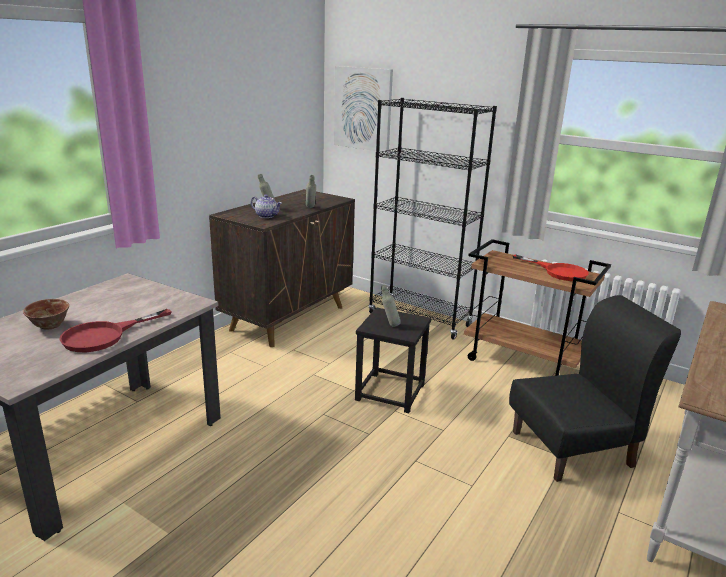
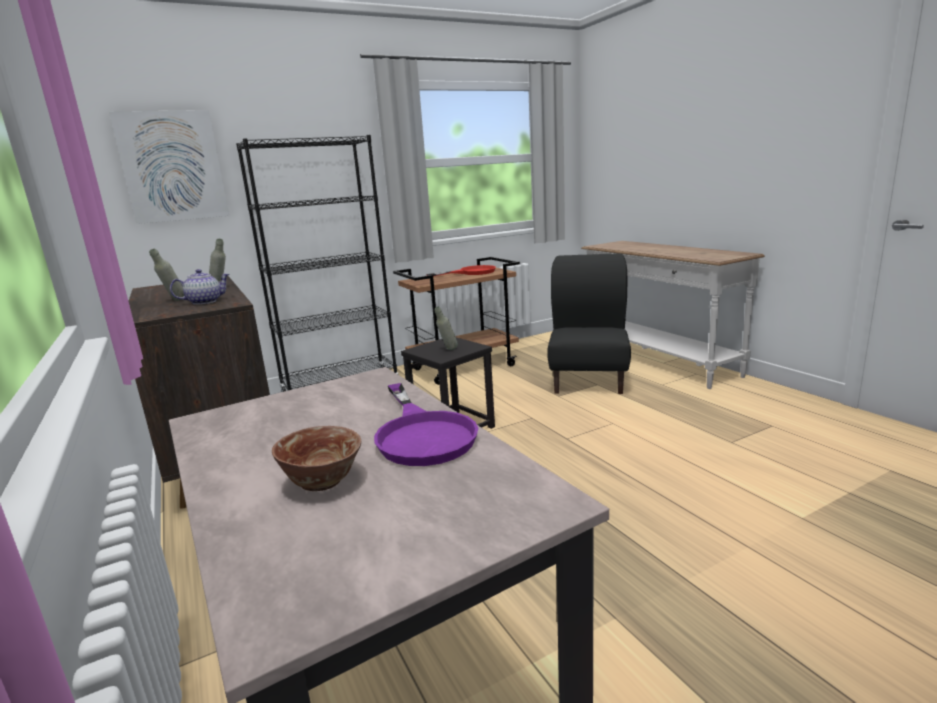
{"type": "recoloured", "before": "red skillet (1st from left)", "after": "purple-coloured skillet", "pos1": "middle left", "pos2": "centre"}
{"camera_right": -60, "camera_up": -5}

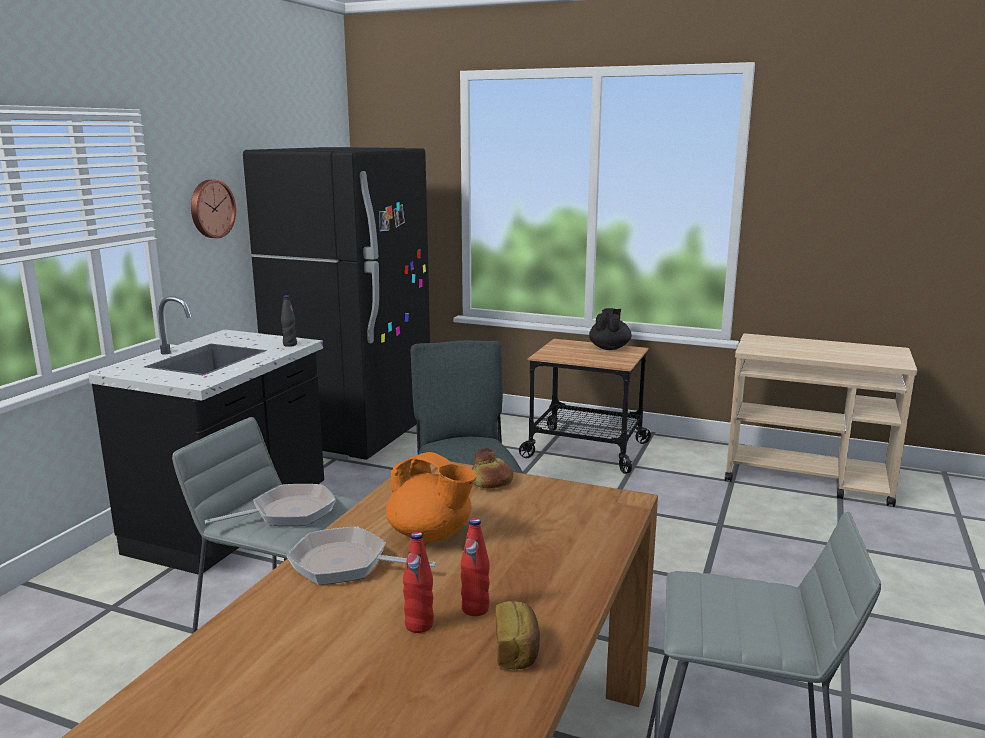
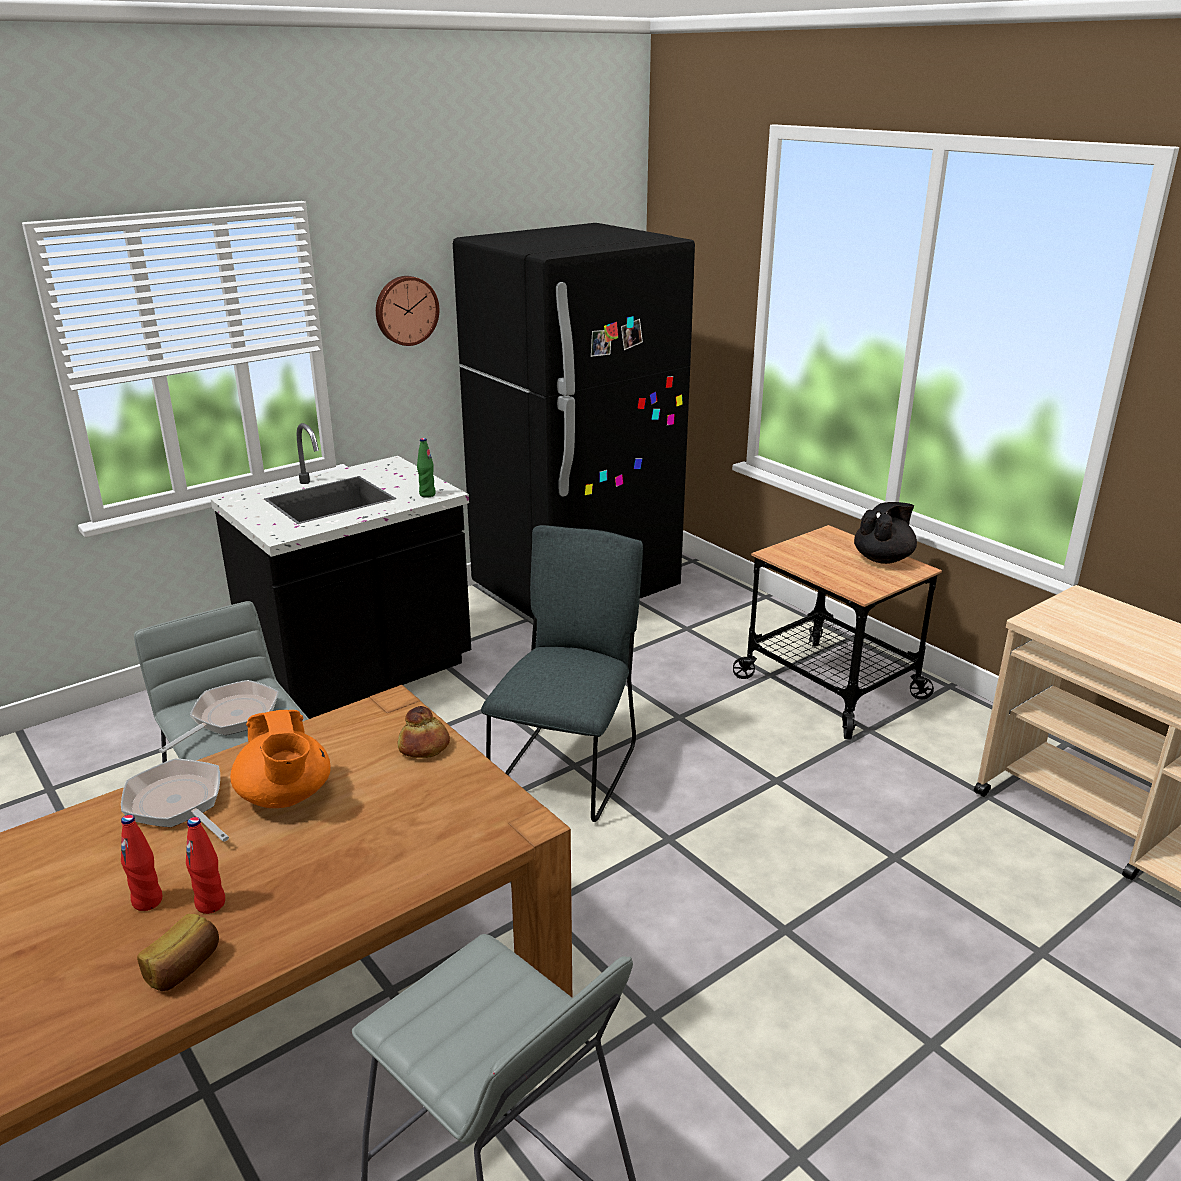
{"type": "recoloured", "before": "black-coloured drink bottle", "after": "green drink bottle", "pos1": "middle left", "pos2": "centre"}
{"type": "turned", "before": "skillet (1st from left in the first image)", "pos1": "bottom left", "pos2": "middle left", "turn": -60}
{"camera_right": 30, "camera_up": 10}

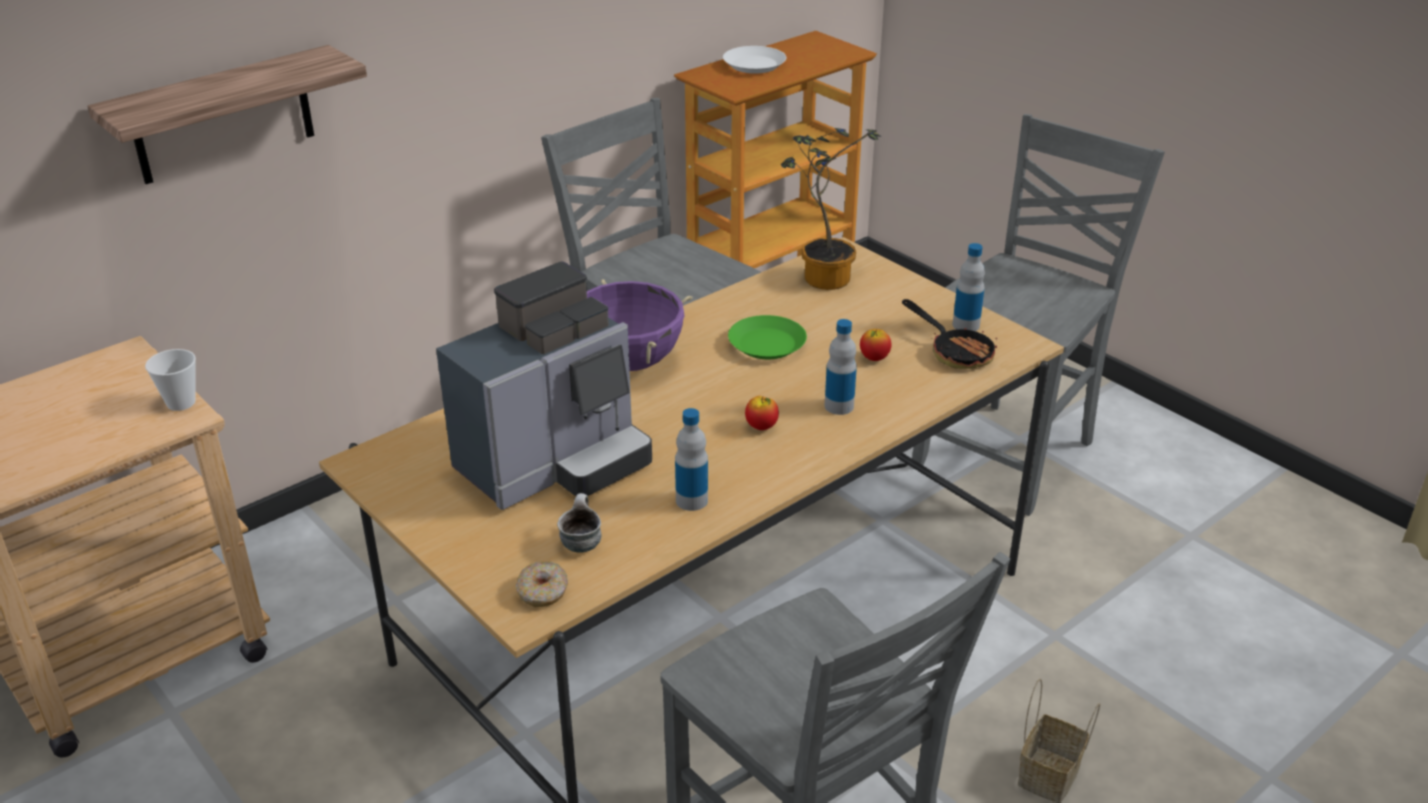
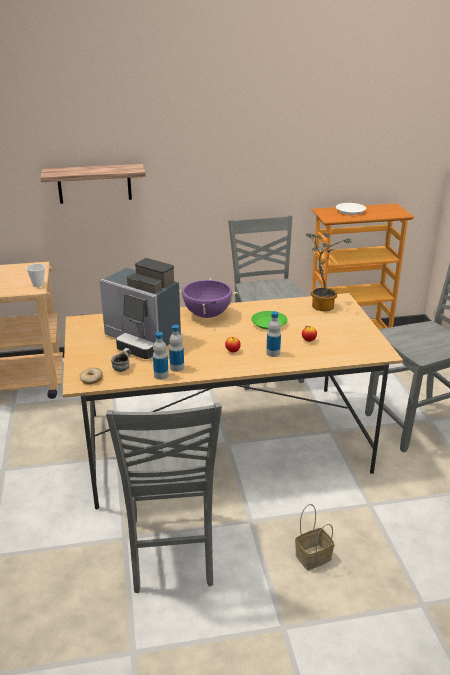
{"type": "moved", "before": "drink bottle (3rd from left in the first image)", "after": "drink bottle (1st from left)", "pos1": "middle right", "pos2": "centre"}
{"type": "turned", "before": "coffee brewer", "pos1": "centre", "pos2": "middle left", "turn": 45}
{"type": "removed", "before": "skillet", "pos1": "centre"}
{"camera_right": 30, "camera_up": -5}

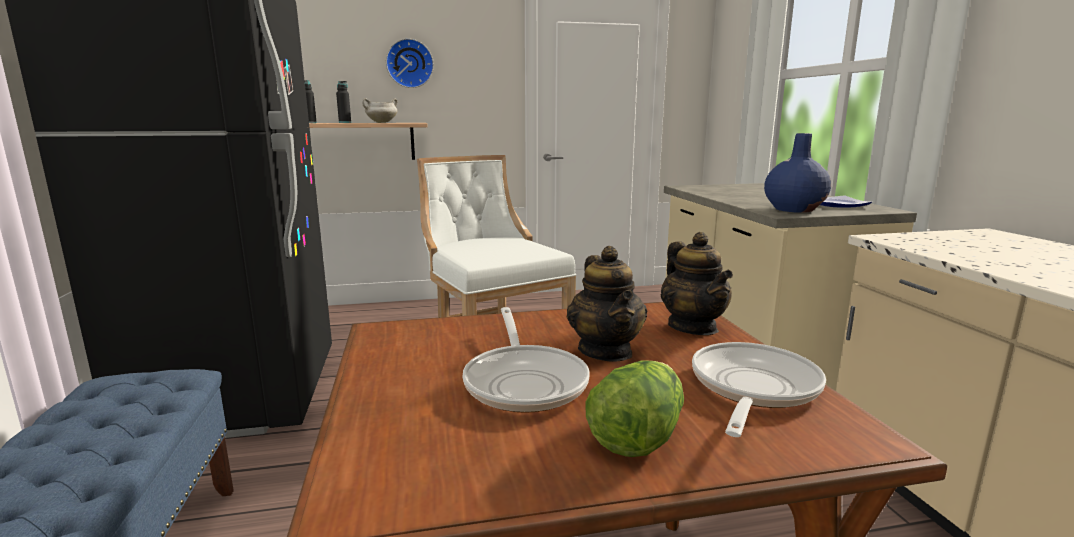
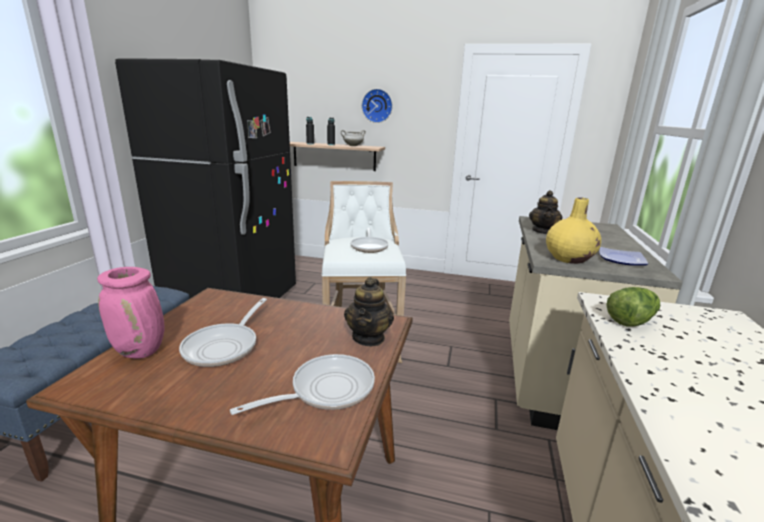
{"type": "recoloured", "before": "blue-coloured flower vase", "after": "yellow flower vase", "pos1": "top right", "pos2": "middle right"}
{"type": "moved", "before": "teapot (1st from left in the first image)", "after": "teapot (2nd from left)", "pos1": "centre", "pos2": "middle right"}
{"type": "moved", "before": "lettuce", "pos1": "bottom centre", "pos2": "middle right"}
{"type": "added", "after": "skillet (3rd from left)", "pos2": "centre"}
{"type": "added", "after": "pink-coloured flower vase", "pos2": "middle left"}
{"camera_right": 25, "camera_up": 5}

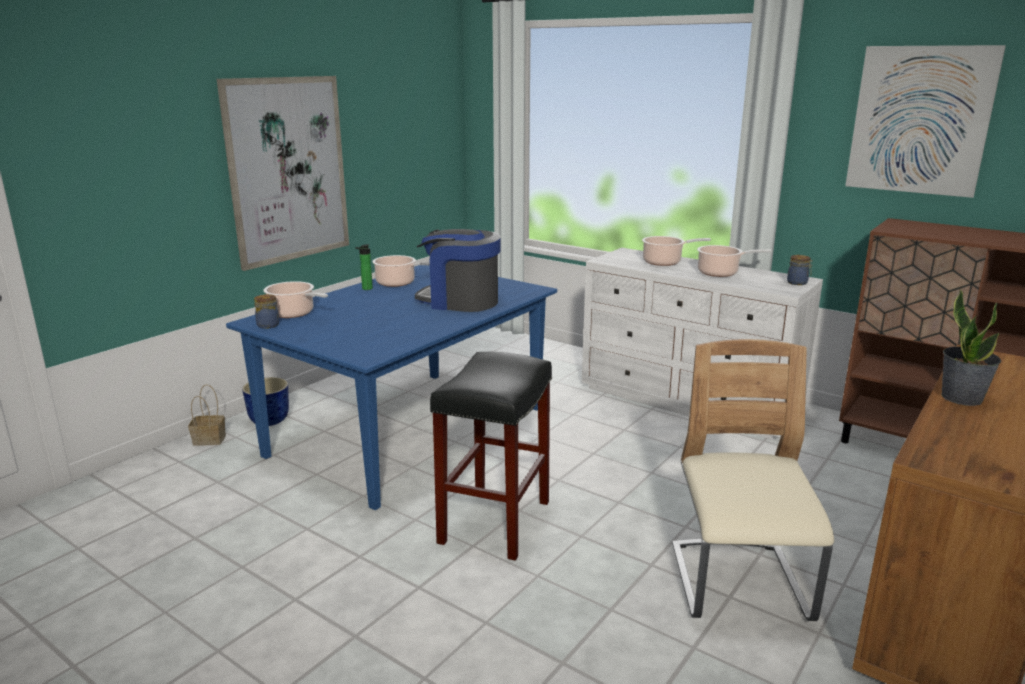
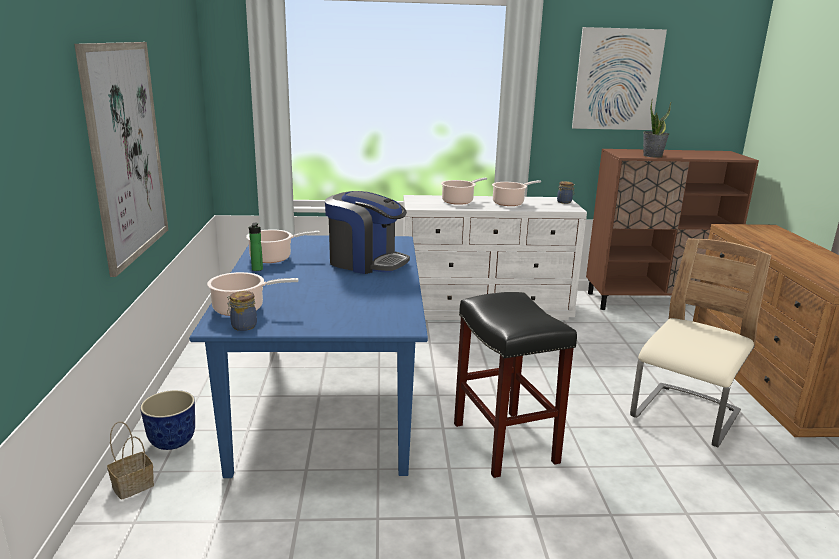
{"type": "turned", "before": "coffee brewer", "pos1": "centre", "pos2": "centre", "turn": -135}
{"type": "moved", "before": "houseplant", "pos1": "middle right", "pos2": "top right"}
{"type": "turned", "before": "beige plain chair", "pos1": "bottom right", "pos2": "middle right", "turn": 75}
{"camera_right": -40, "camera_up": 0}

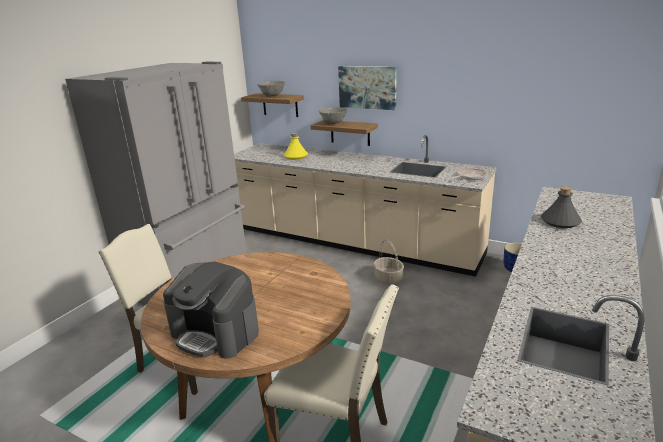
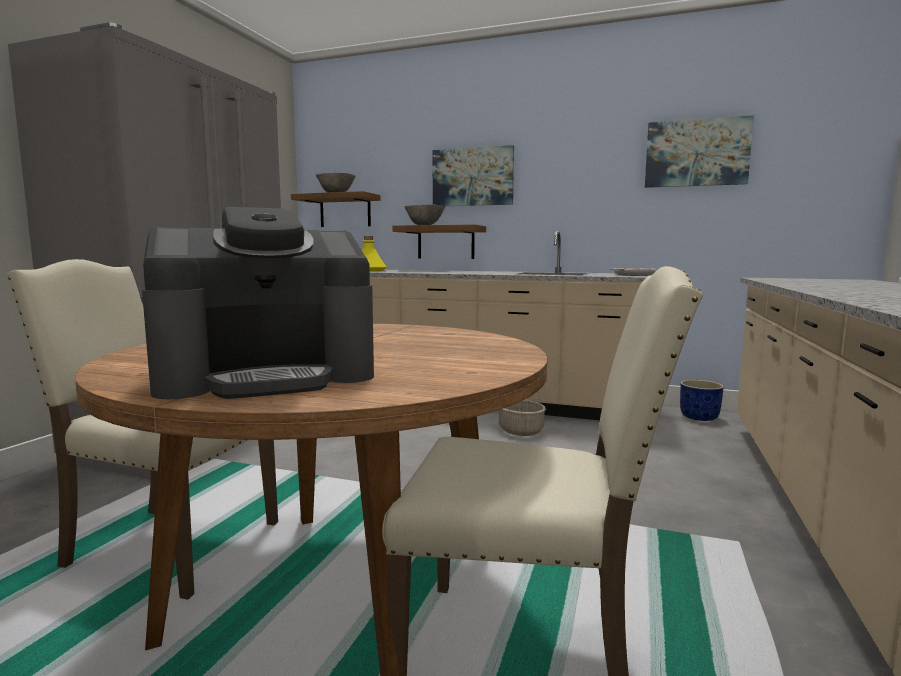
{"type": "removed", "before": "gray drink bottle", "pos1": "middle right"}
{"type": "turned", "before": "coffee brewer", "pos1": "bottom left", "pos2": "middle left", "turn": -45}
{"type": "added", "after": "wall picture (2nd from left)", "pos2": "top right"}
{"camera_right": -10, "camera_up": -15}

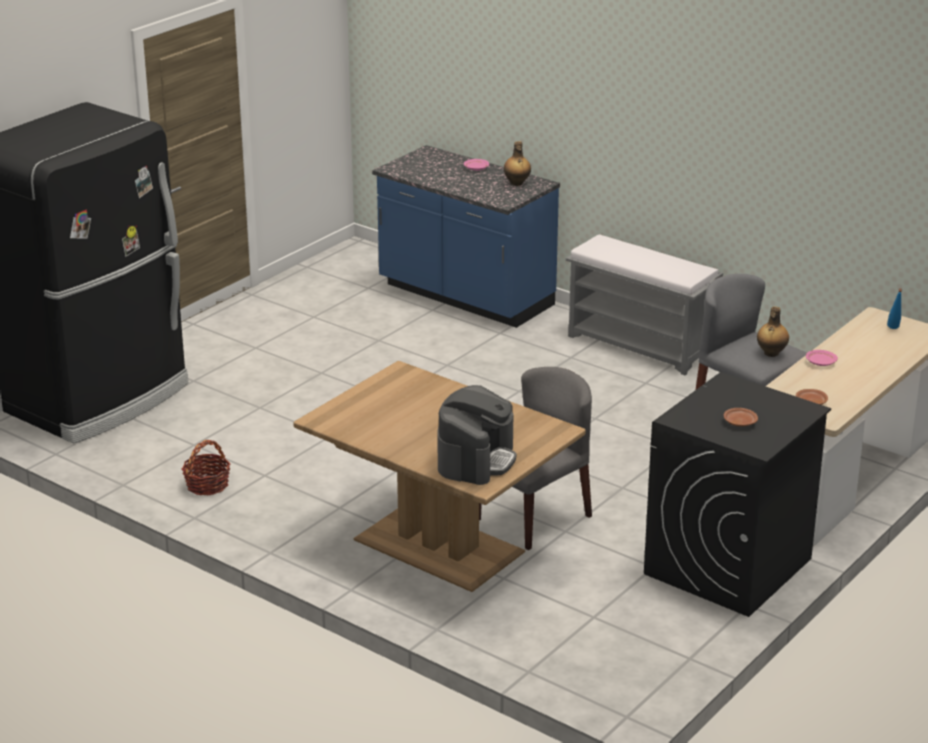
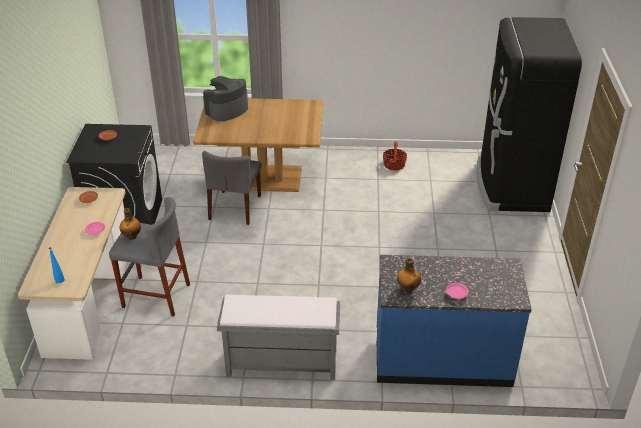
{"type": "turned", "before": "coffee brewer", "pos1": "centre", "pos2": "top centre", "turn": 60}
{"camera_right": 145, "camera_up": 10}

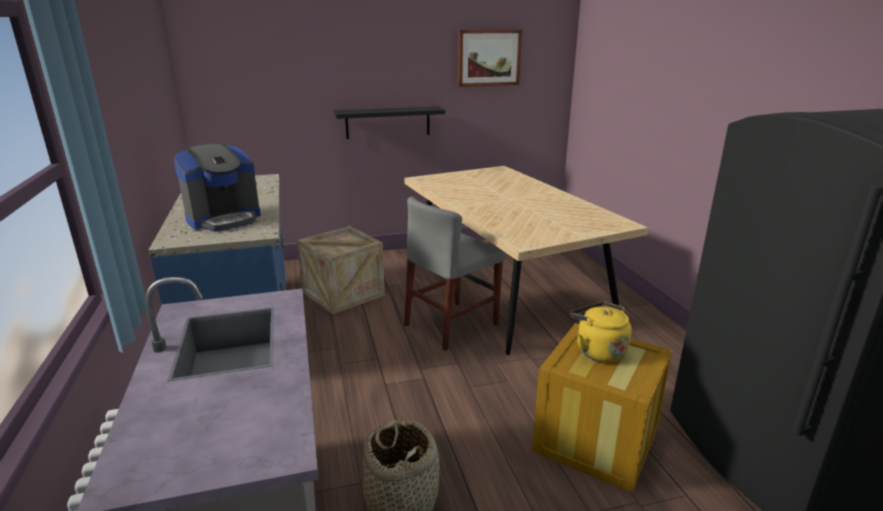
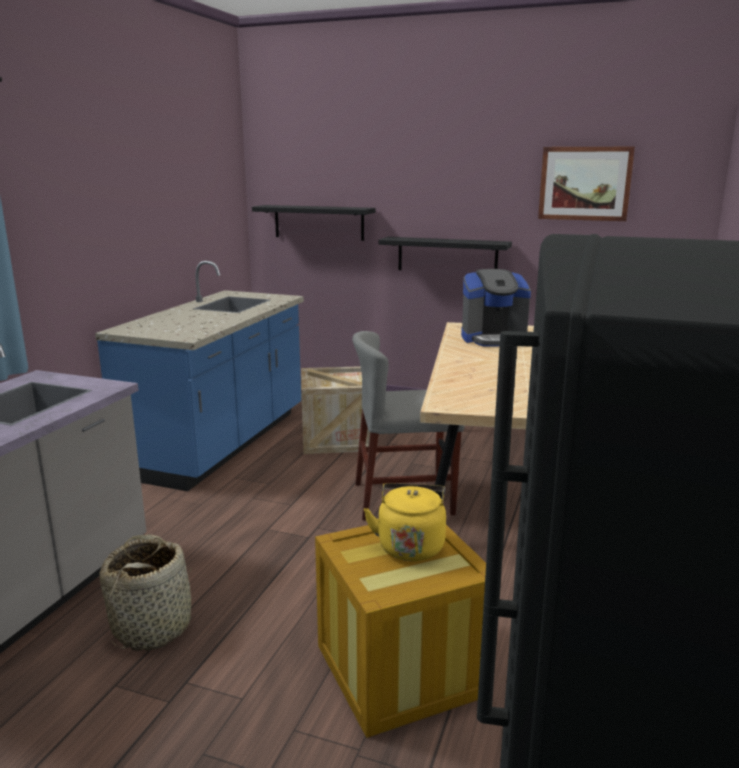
{"type": "moved", "before": "coffee brewer", "pos1": "middle left", "pos2": "middle right"}
{"type": "added", "after": "black-coloured bracket shelf (1st from left)", "pos2": "top centre"}
{"camera_right": 35, "camera_up": -5}

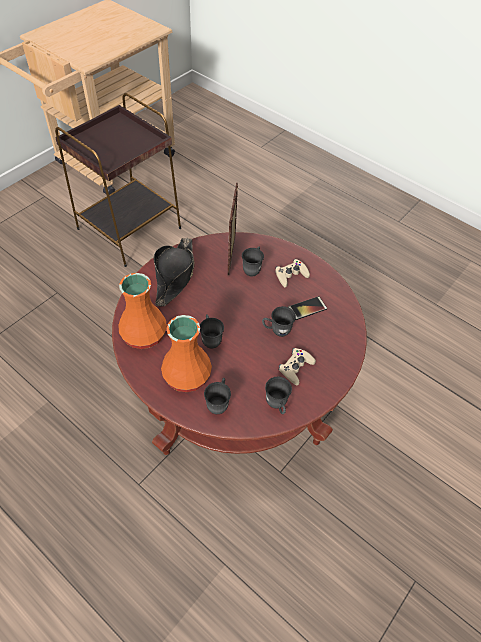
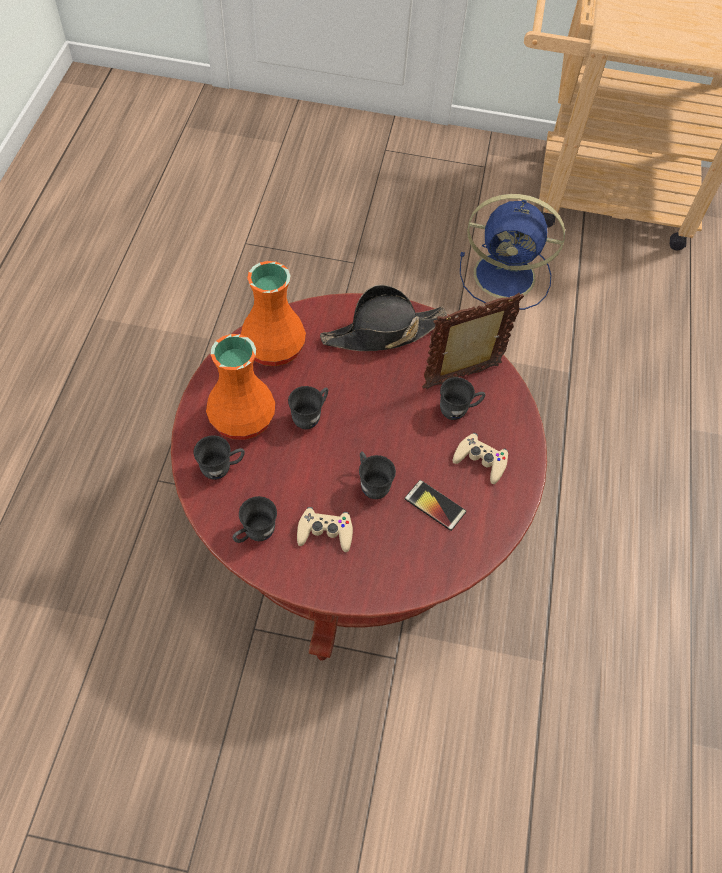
{"type": "replaced", "before": "brown side table", "after": "blue-coloured electric fan", "pos1": "top left", "pos2": "top right"}
{"camera_right": 60, "camera_up": 5}

